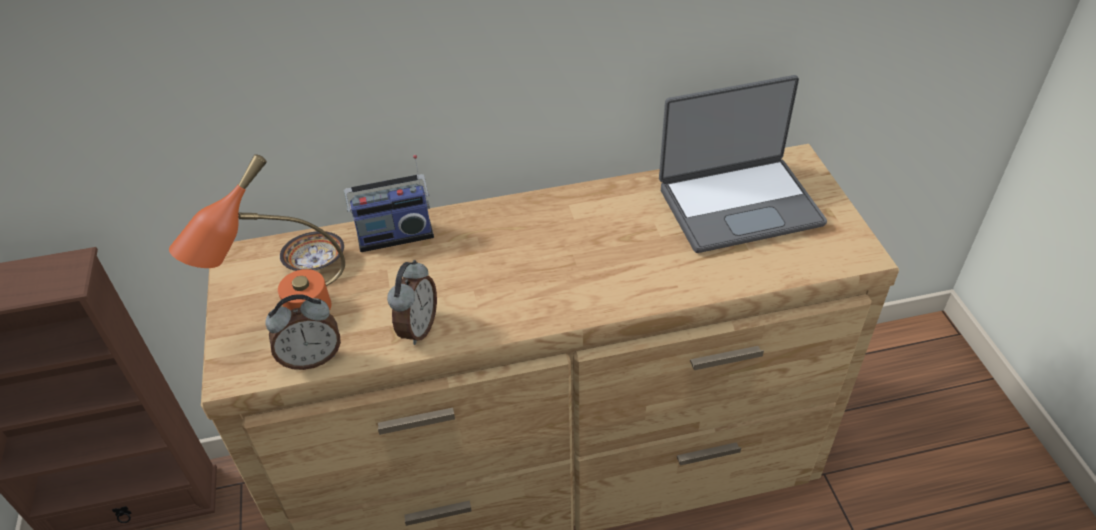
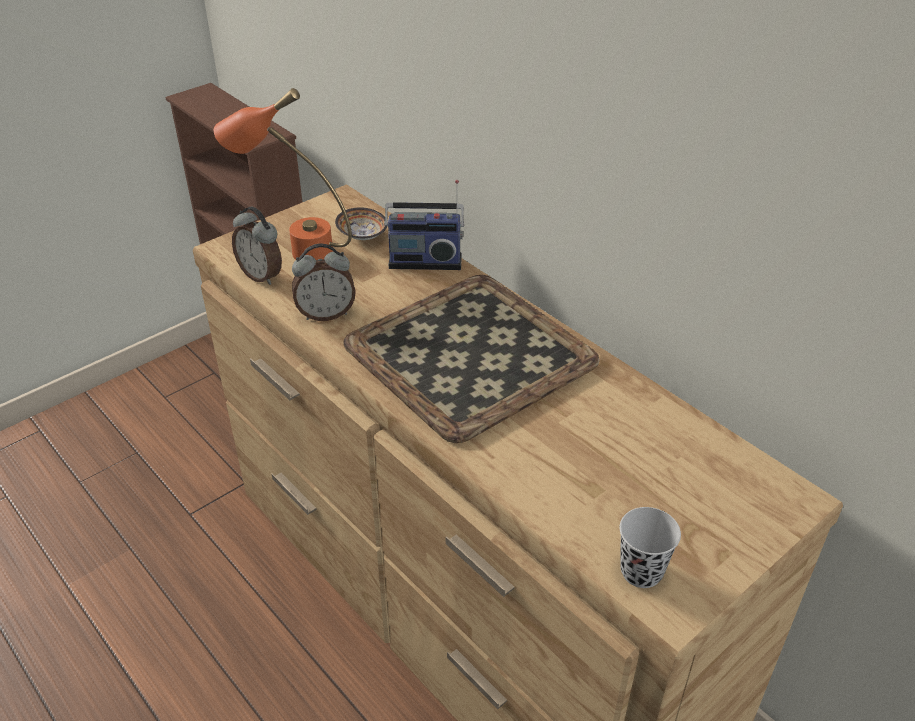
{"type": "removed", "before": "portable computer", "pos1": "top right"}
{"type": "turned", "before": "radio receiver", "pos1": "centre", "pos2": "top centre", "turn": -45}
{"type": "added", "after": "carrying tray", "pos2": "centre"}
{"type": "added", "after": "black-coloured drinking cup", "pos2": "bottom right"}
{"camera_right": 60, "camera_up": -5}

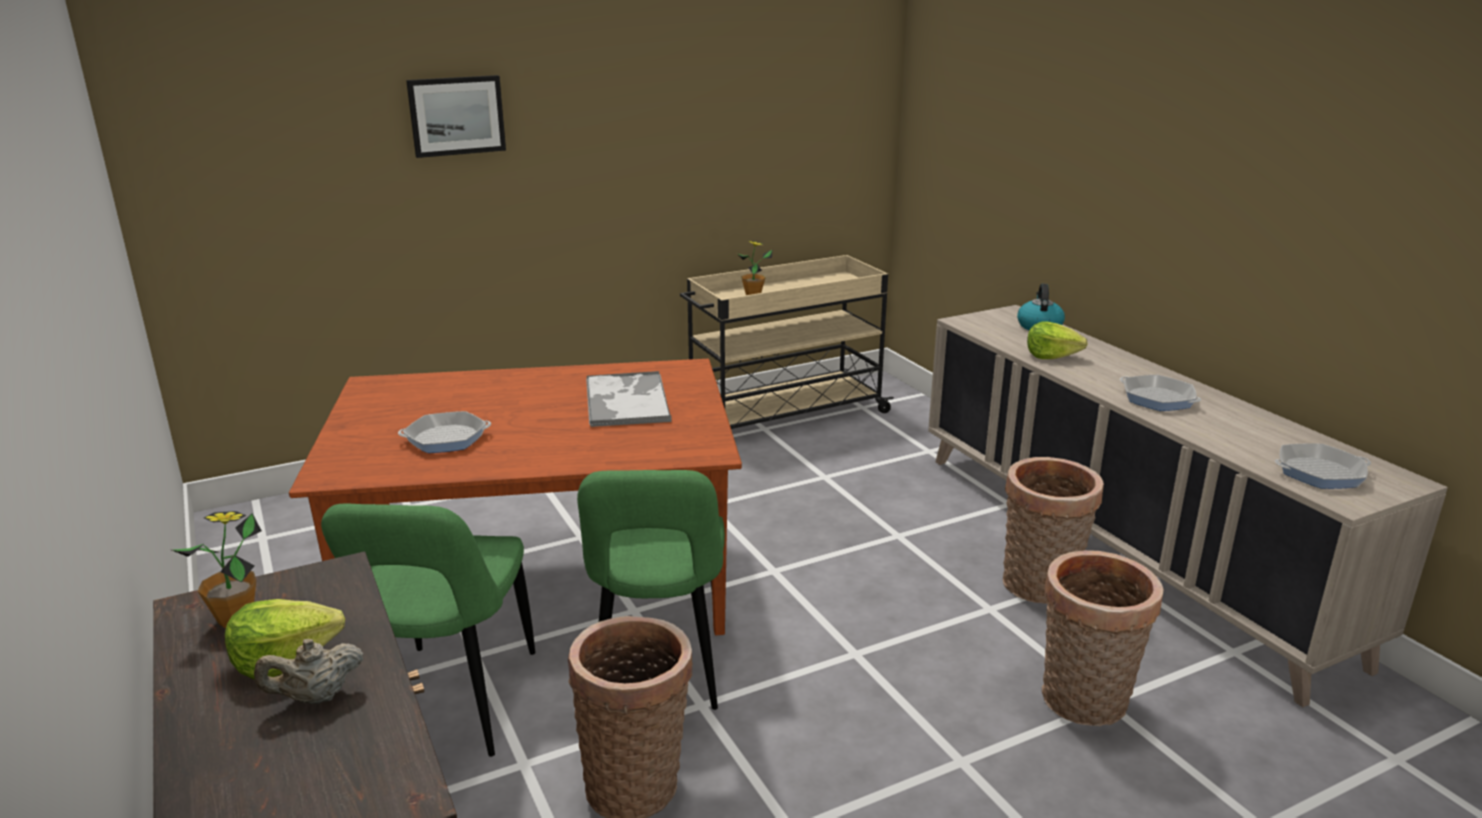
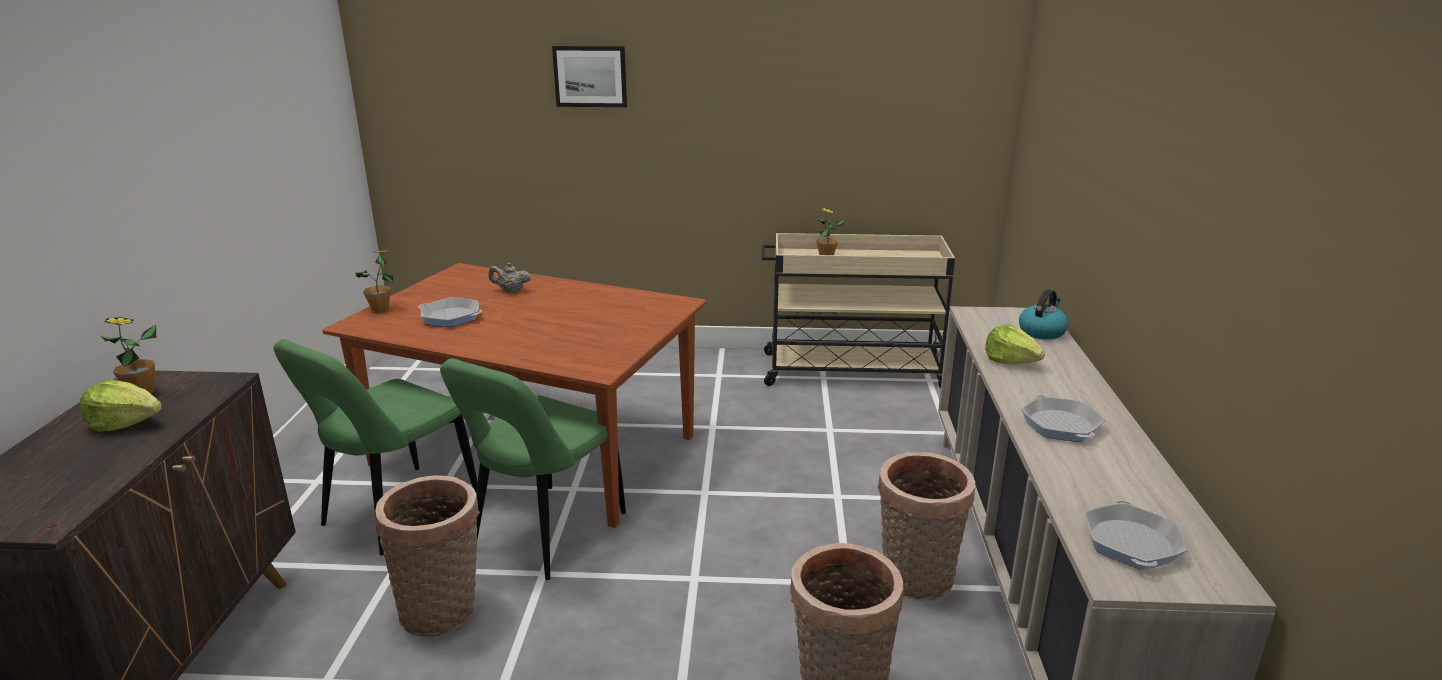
{"type": "removed", "before": "carrying tray", "pos1": "centre"}
{"type": "turned", "before": "skillet (3rd from left)", "pos1": "middle right", "pos2": "bottom right", "turn": -105}
{"type": "moved", "before": "beige teapot", "pos1": "bottom left", "pos2": "centre"}
{"type": "added", "after": "houseplant (2nd from left)", "pos2": "middle left"}
{"camera_right": 30, "camera_up": 0}

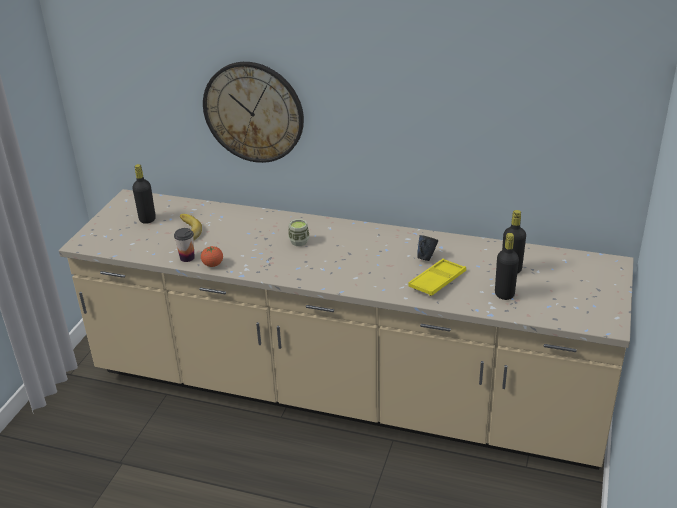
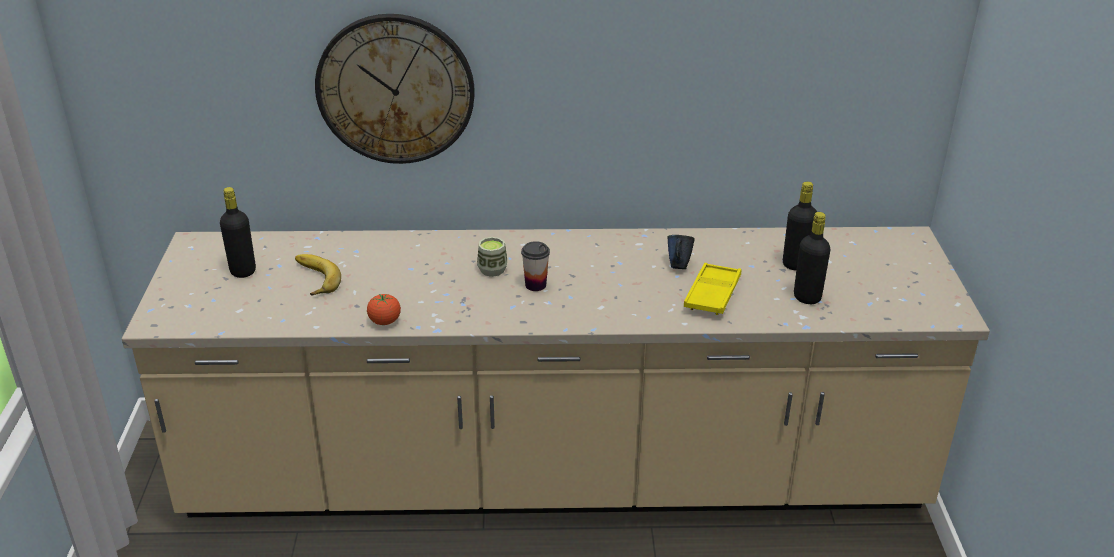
{"type": "moved", "before": "drinking cup (1st from left in the first image)", "after": "drinking cup (2nd from left)", "pos1": "middle left", "pos2": "centre"}
{"camera_right": -20, "camera_up": 0}

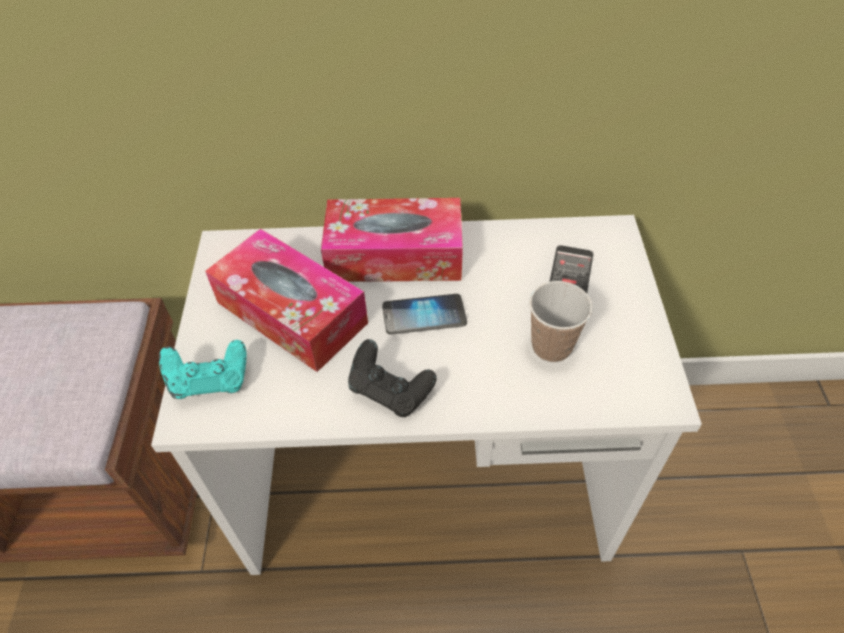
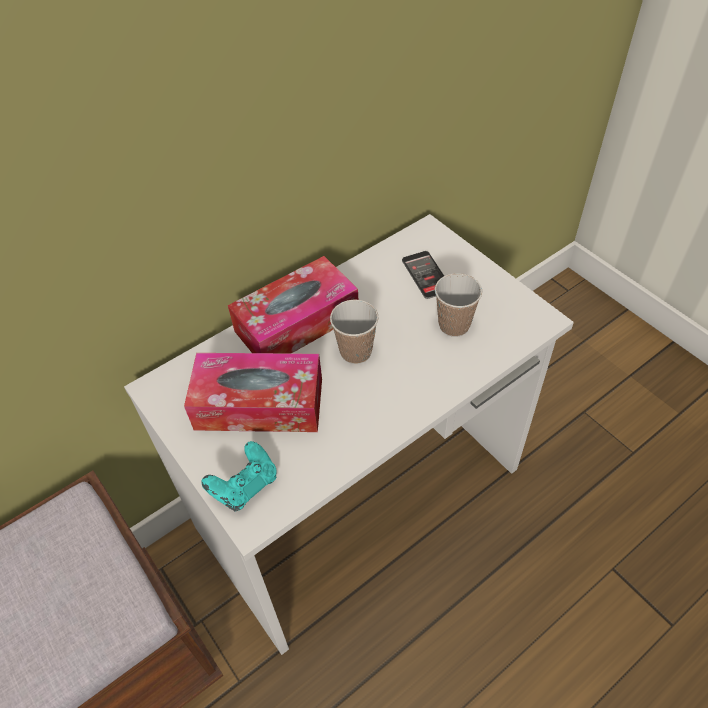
{"type": "replaced", "before": "handset (1st from left)", "after": "drinking cup (1st from left)", "pos1": "centre", "pos2": "centre"}
{"type": "removed", "before": "black-coloured game controller", "pos1": "centre"}
{"camera_right": -35, "camera_up": 0}

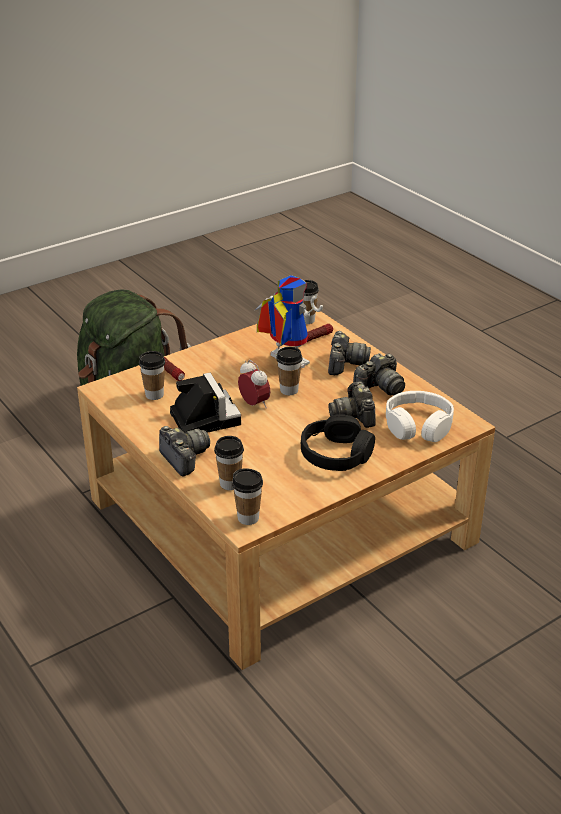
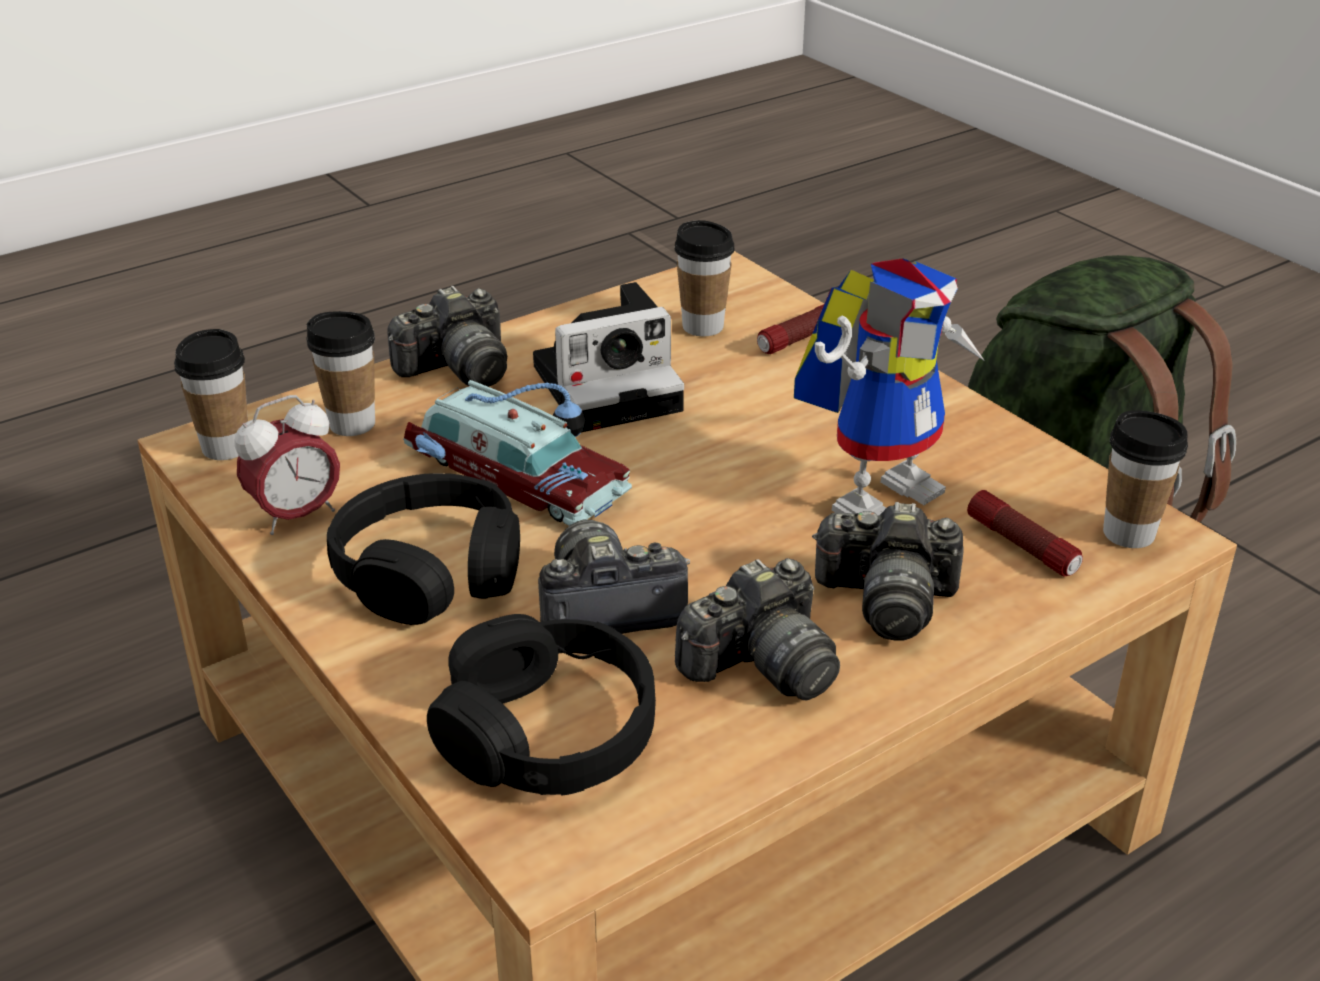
{"type": "removed", "before": "drinking cup (4th from left)", "pos1": "centre"}
{"type": "turned", "before": "photo camera (5th from left in the first image)", "pos1": "middle right", "pos2": "centre", "turn": -90}
{"type": "moved", "before": "bedside clock", "pos1": "centre", "pos2": "middle left"}
{"type": "recoloured", "before": "white pair of headphones", "after": "black-coloured pair of headphones (2nd from left)", "pos1": "middle right", "pos2": "bottom centre"}
{"type": "added", "after": "model car", "pos2": "centre"}
{"camera_right": 90, "camera_up": 0}

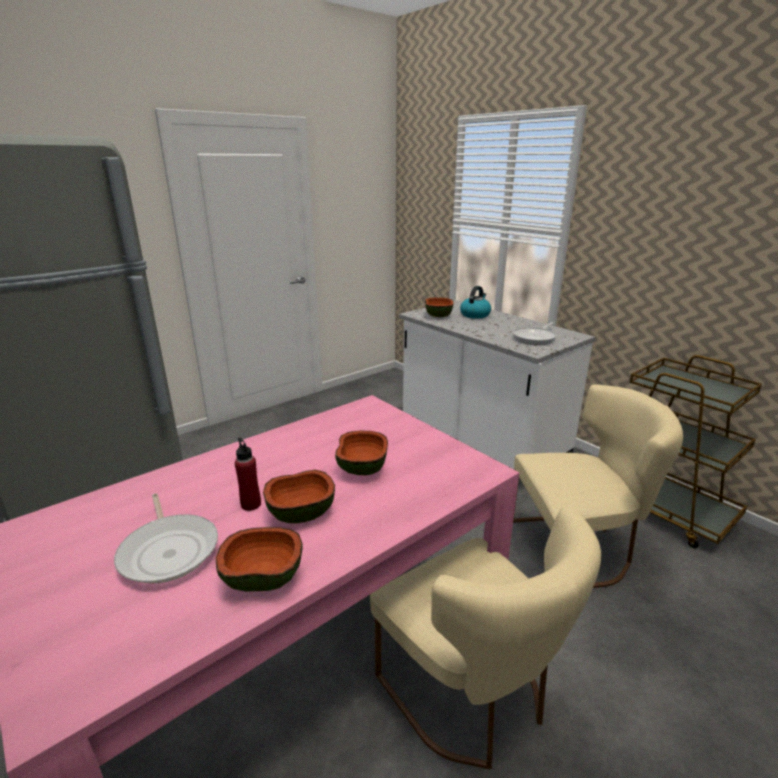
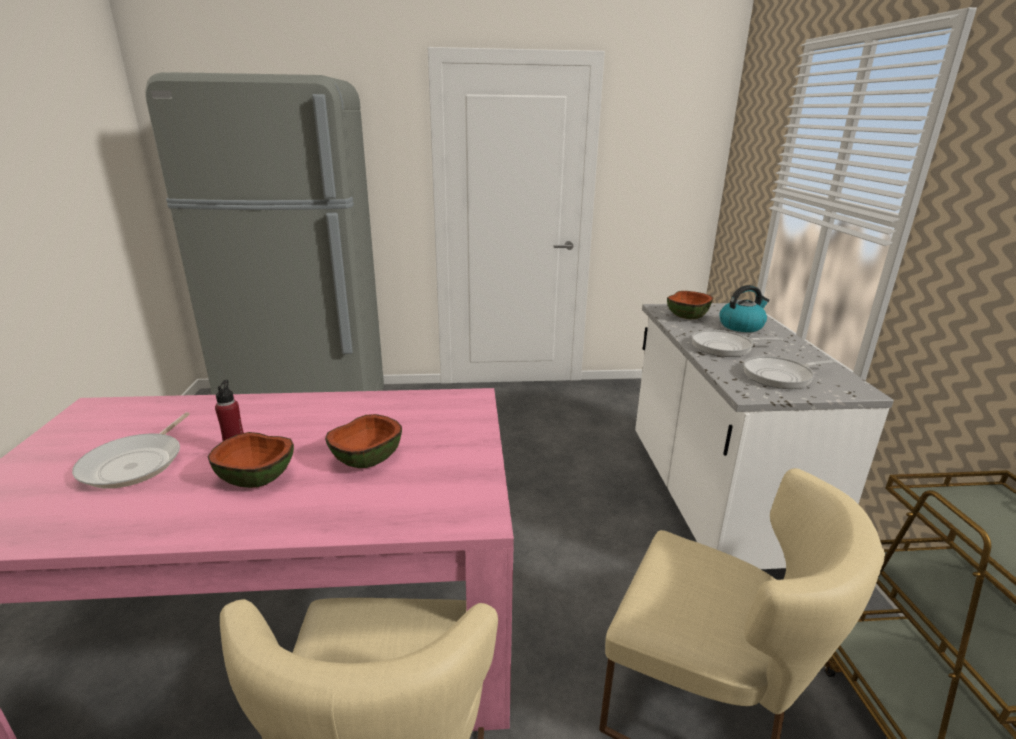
{"type": "removed", "before": "bowl (1st from left)", "pos1": "bottom left"}
{"type": "added", "after": "skillet (2nd from left)", "pos2": "middle right"}
{"camera_right": 35, "camera_up": 0}

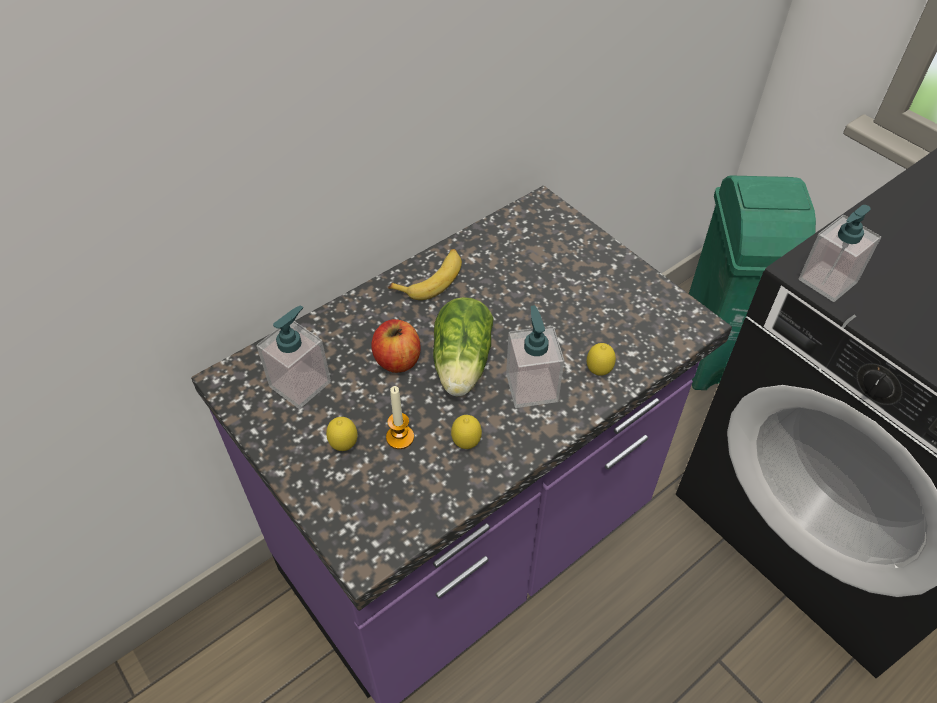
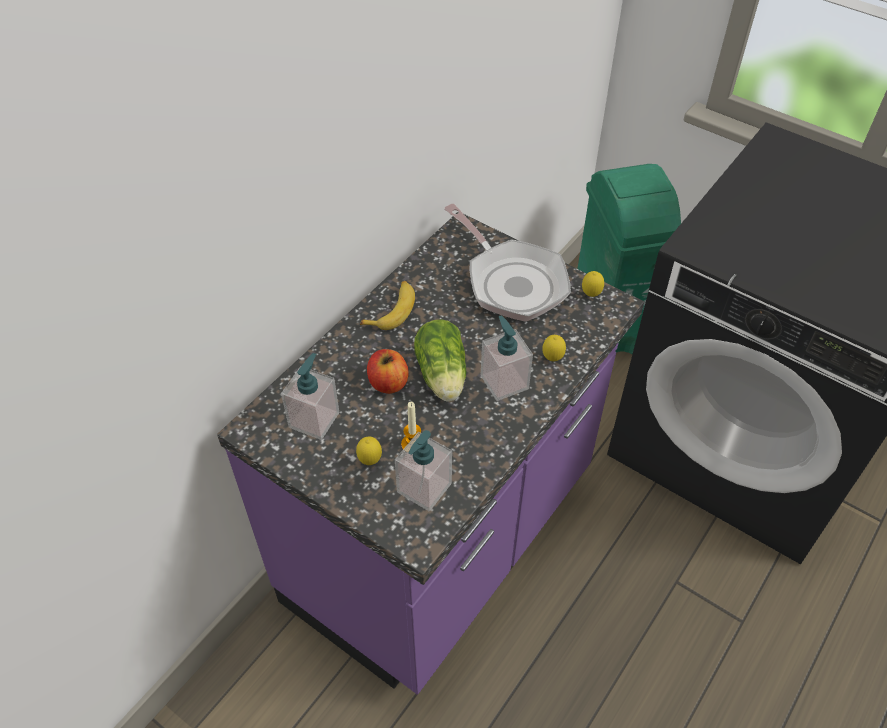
{"type": "moved", "before": "soap dispenser (3rd from left in the first image)", "after": "soap dispenser (2nd from left)", "pos1": "middle right", "pos2": "centre"}
{"type": "moved", "before": "lemon (2nd from left in the first image)", "after": "lemon (3rd from left)", "pos1": "centre", "pos2": "middle right"}
{"type": "added", "after": "skillet", "pos2": "centre"}
{"camera_right": -15, "camera_up": 0}

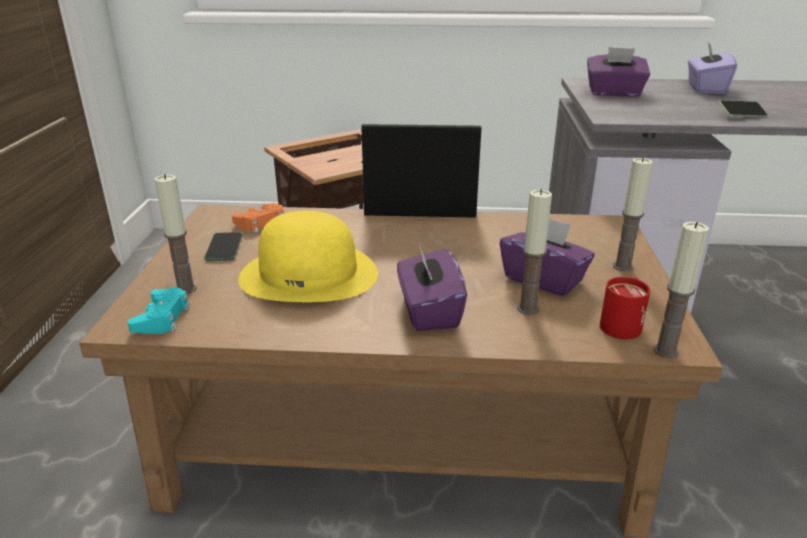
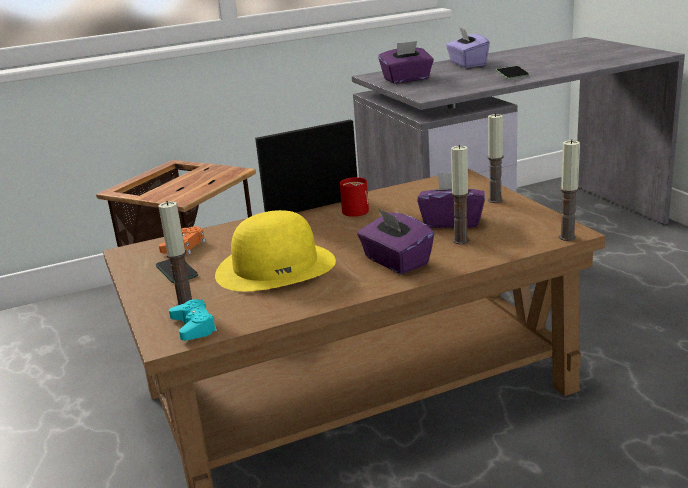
{"type": "moved", "before": "red mug", "pos1": "middle right", "pos2": "centre"}
{"camera_right": -25, "camera_up": -5}

